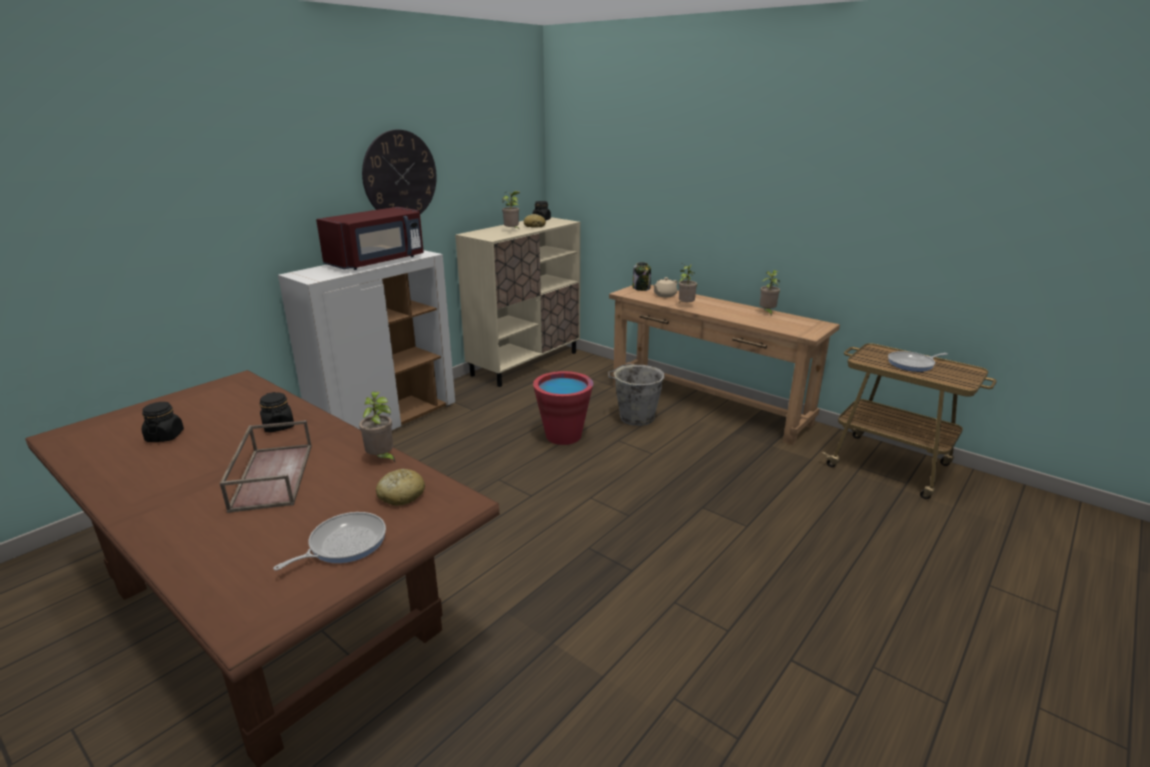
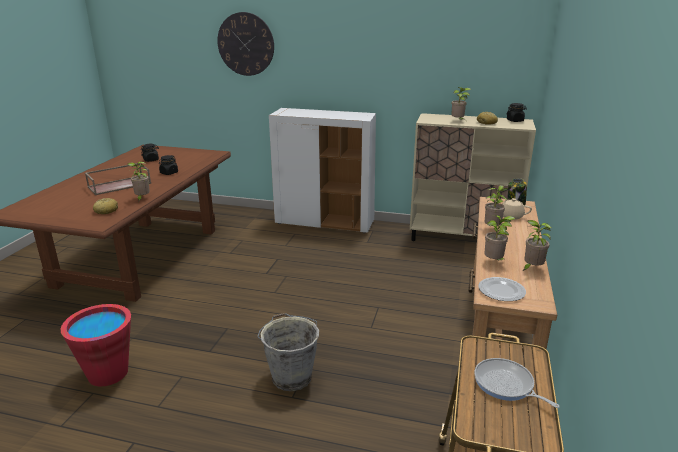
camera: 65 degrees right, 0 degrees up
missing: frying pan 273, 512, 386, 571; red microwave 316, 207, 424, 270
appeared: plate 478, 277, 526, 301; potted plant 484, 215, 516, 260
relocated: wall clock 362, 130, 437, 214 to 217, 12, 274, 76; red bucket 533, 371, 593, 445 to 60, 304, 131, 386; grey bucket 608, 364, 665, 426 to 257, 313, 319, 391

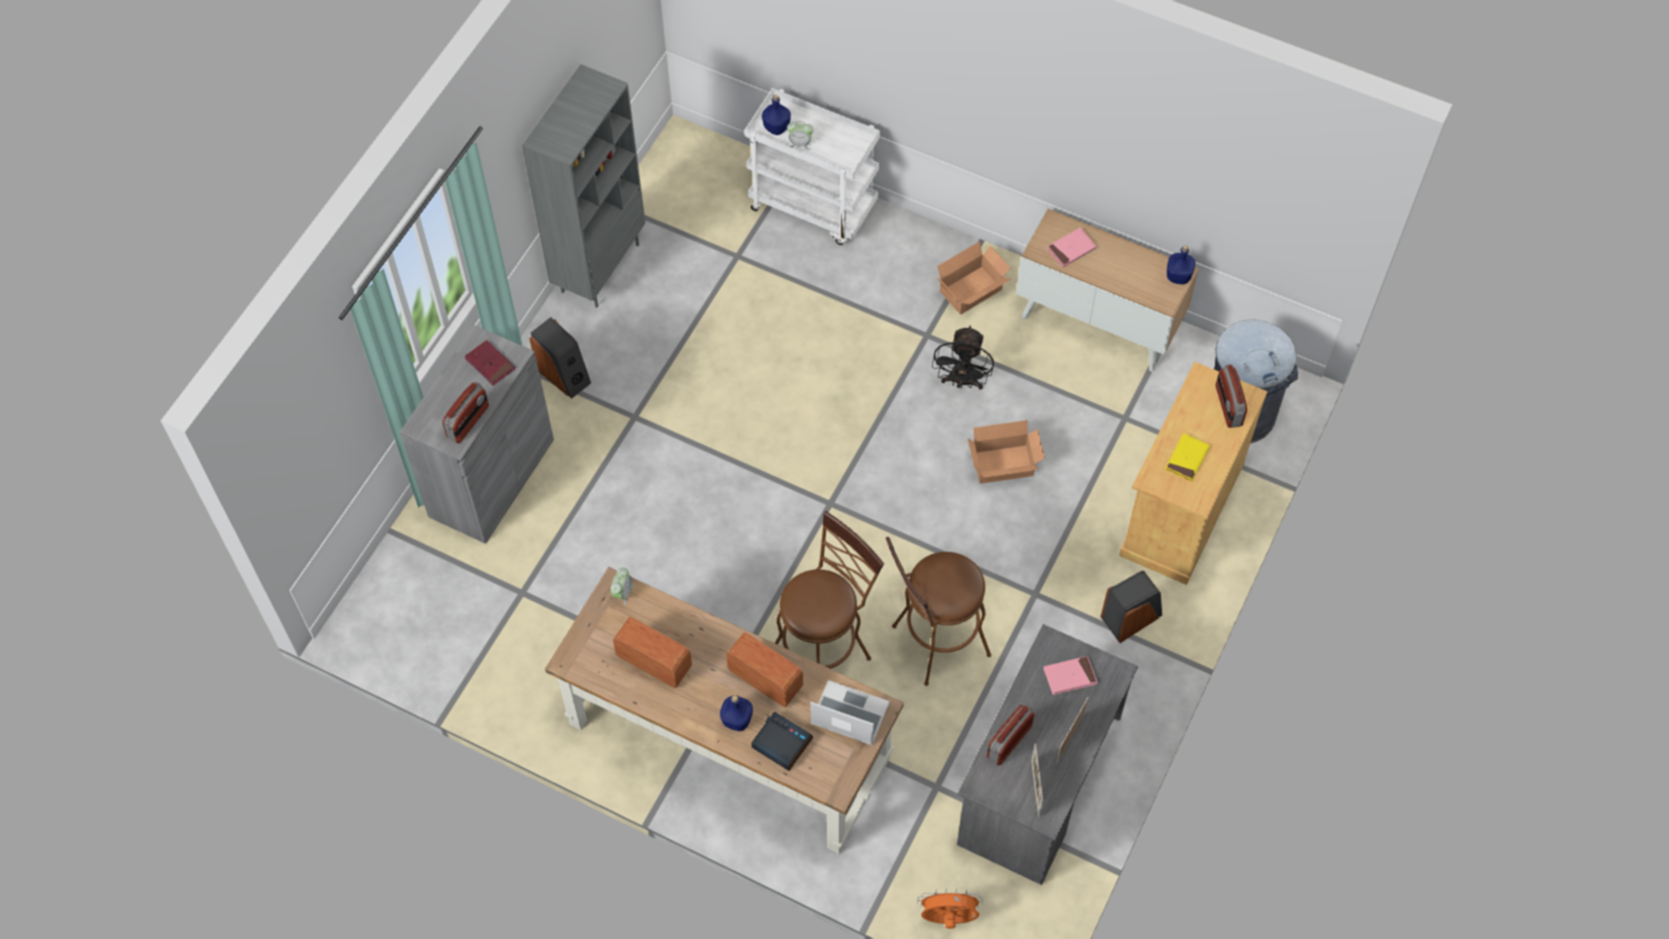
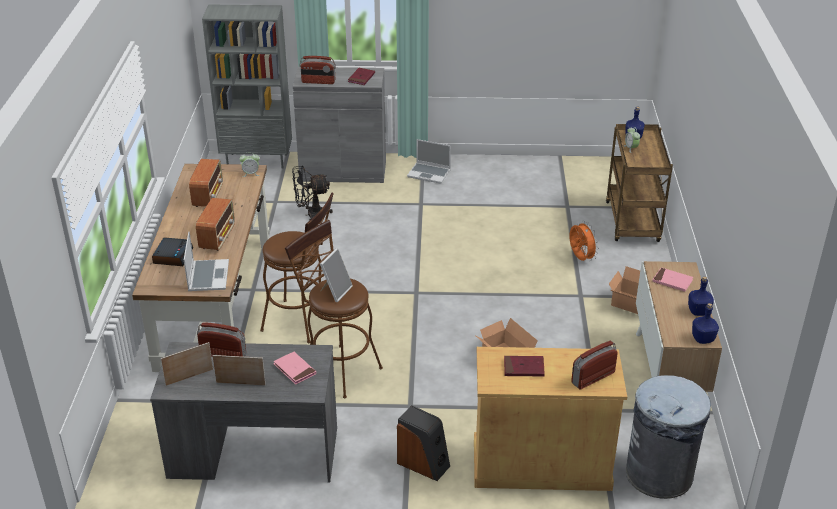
camera: 65 degrees right, 25 degrees down
appeared: picture frame 320, 248, 353, 302
relocated: grey bookcase 522, 64, 645, 308 to 202, 5, 292, 169; blue bottle 720, 695, 753, 731 to 688, 276, 714, 316; orange fan 917, 888, 983, 929 to 569, 221, 599, 261; black fan 932, 325, 994, 390 to 292, 165, 333, 220
exchanged: speaker 530, 317, 591, 399 to laptop 407, 139, 451, 184
colour: white cart 745, 88, 880, 245 to brown cart 606, 124, 673, 242; yellow book 1165, 433, 1210, 482 to red book 504, 356, 545, 376

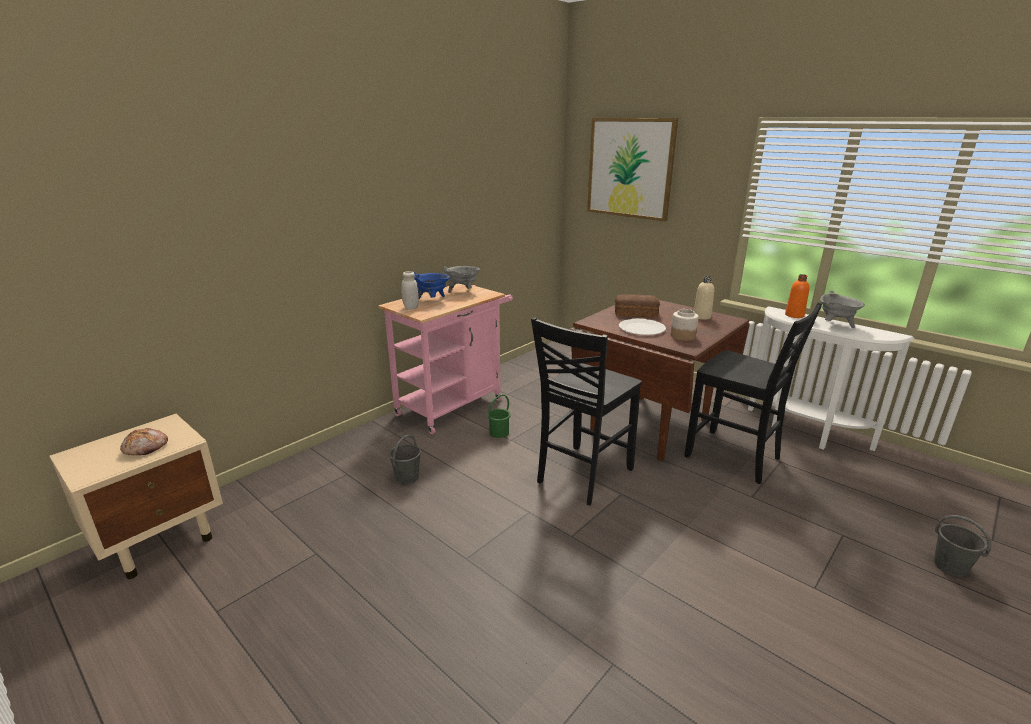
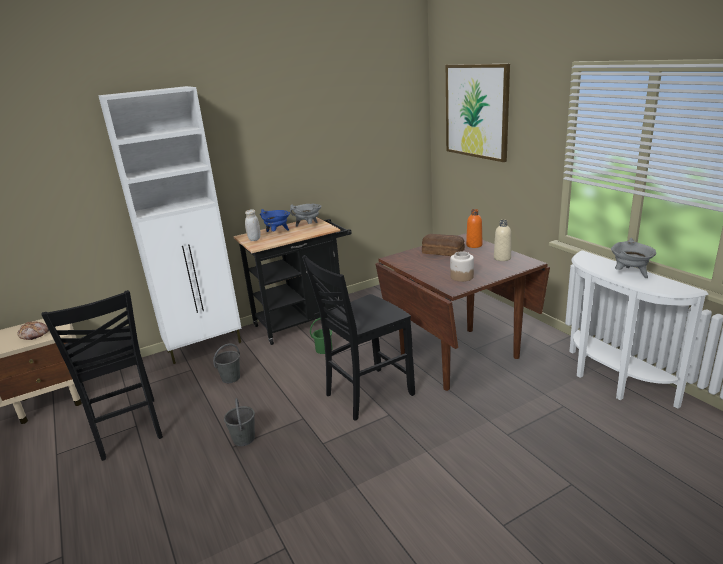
camera: 20 degrees right, 0 degrees up
missing: white plate 619, 319, 666, 335
appeared: white cabinet 98, 86, 242, 364
relocated: black chair 684, 302, 822, 484 to 41, 290, 163, 461; orange bottle 785, 274, 810, 318 to 466, 209, 482, 248; grey bucket 934, 515, 991, 577 to 224, 398, 255, 446
colour: pink cart 378, 284, 513, 434 to black cart 233, 217, 351, 345

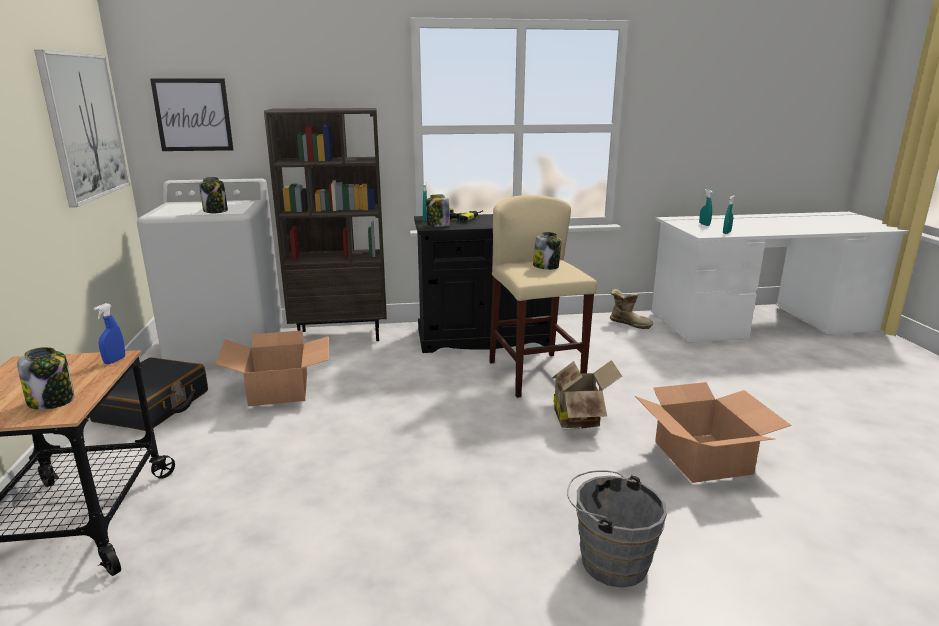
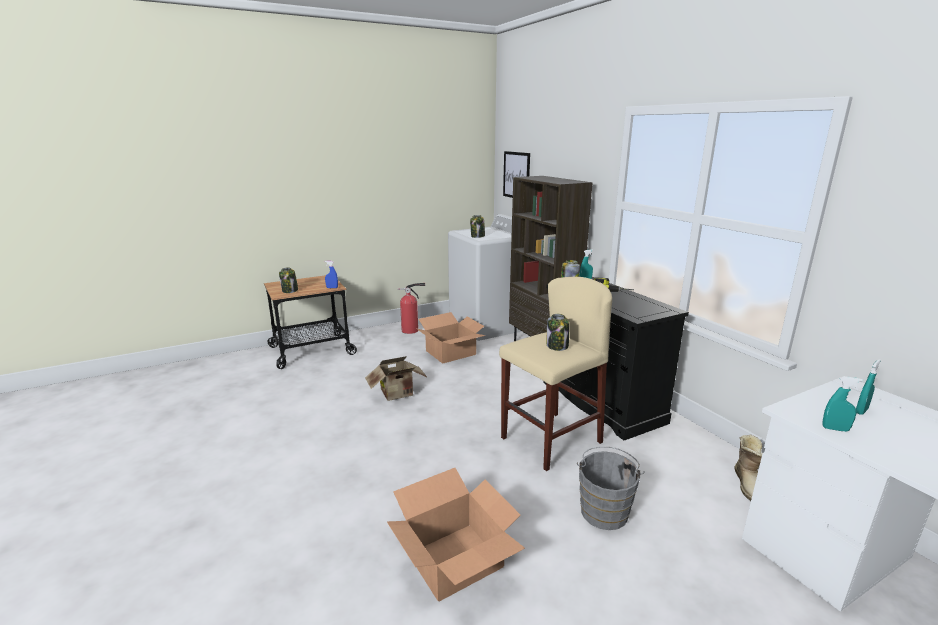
camera: 70 degrees right, 0 degrees up
missing: picture 34, 50, 130, 207
relocated: cardboard box 552, 360, 622, 429 to 365, 356, 428, 401; grey bucket 567, 470, 667, 588 to 577, 447, 644, 530
exchanged: black suitcase 90, 357, 208, 431 to fire extinguisher 398, 283, 425, 334

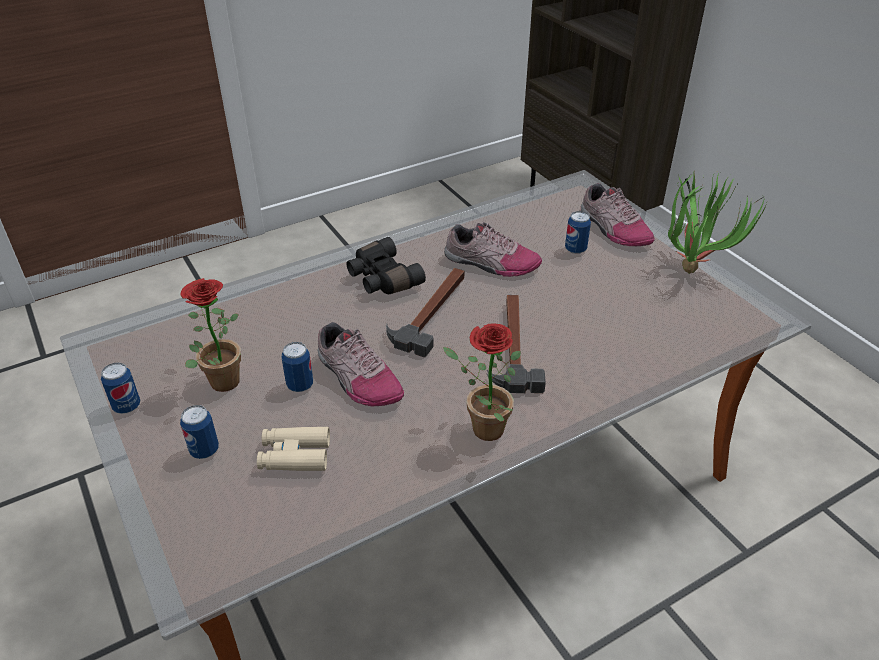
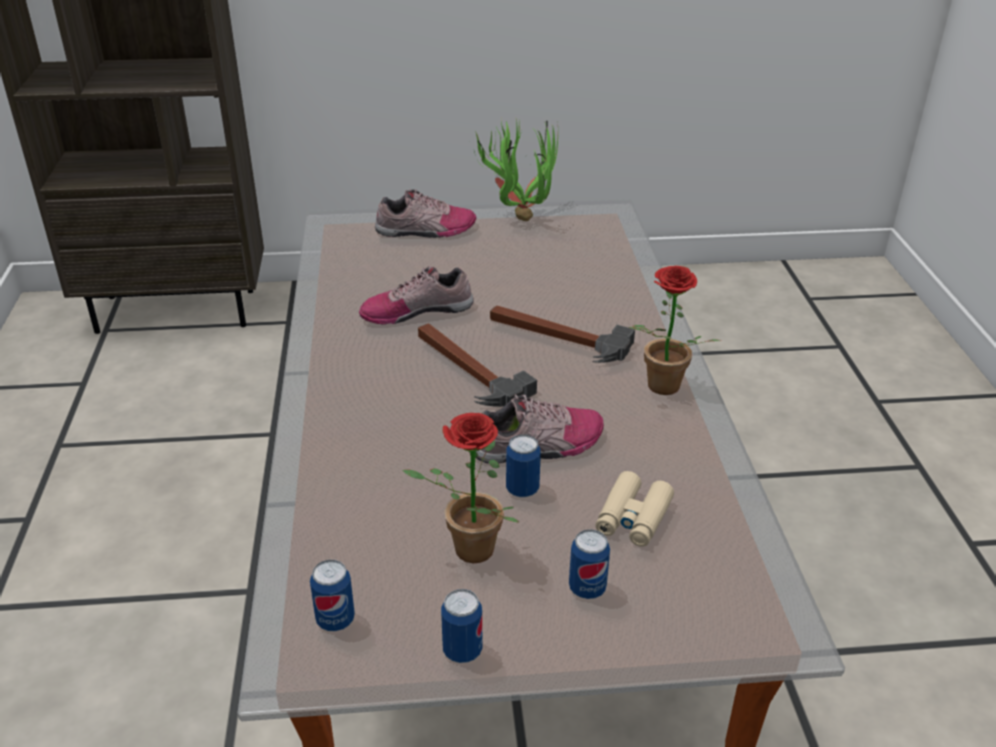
camera: 65 degrees left, 5 degrees down
missing: black binoculars 347, 237, 426, 294
relocated: can 565, 211, 591, 254 to 310, 560, 355, 631
spun: shoe 444, 221, 542, 277 = 359, 266, 474, 324 150 degrees counterclockwise

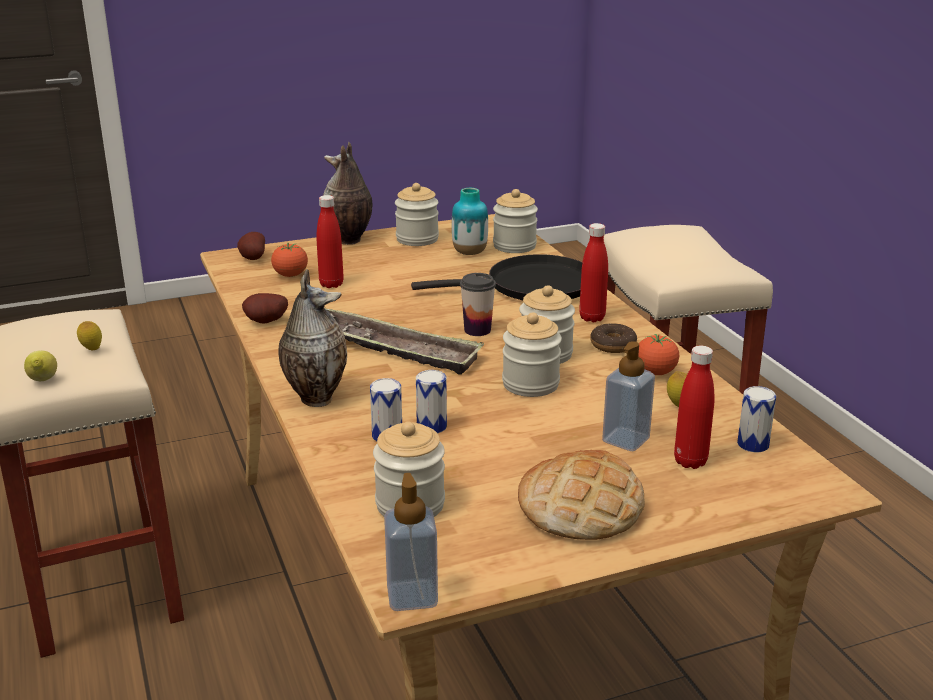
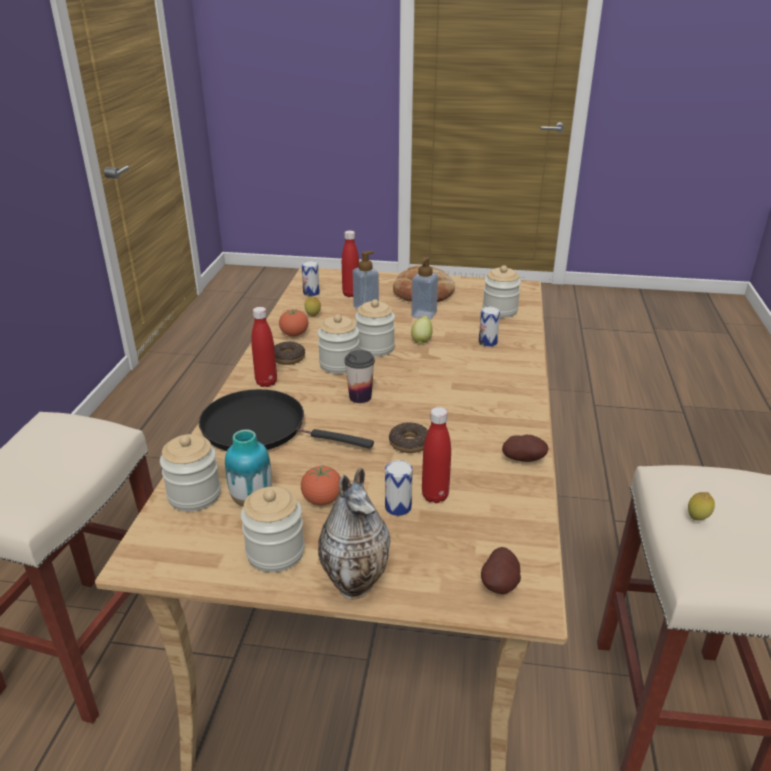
camera: 150 degrees left, 5 degrees up
missing: vase 279, 269, 347, 407; tray 325, 307, 484, 375
appeared: donut 389, 422, 428, 453
relocated: lemon 24, 350, 57, 381 to 411, 316, 433, 345; tomato 271, 243, 308, 277 to 301, 465, 341, 505; soap dispenser 384, 473, 438, 611 to 411, 257, 438, 320; can 416, 370, 447, 433 to 385, 460, 413, 516

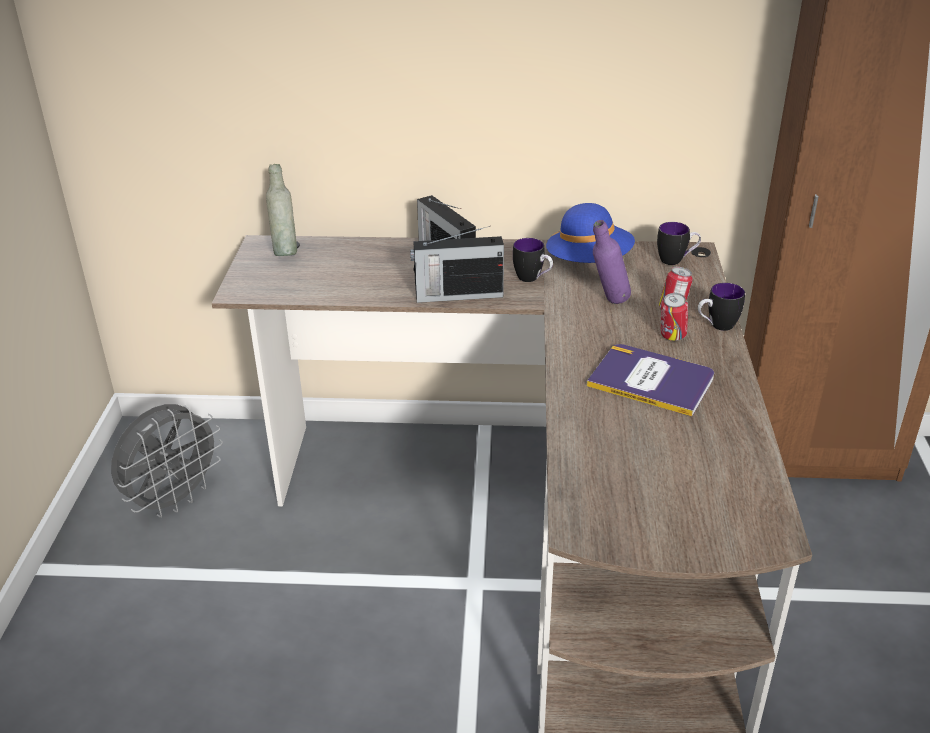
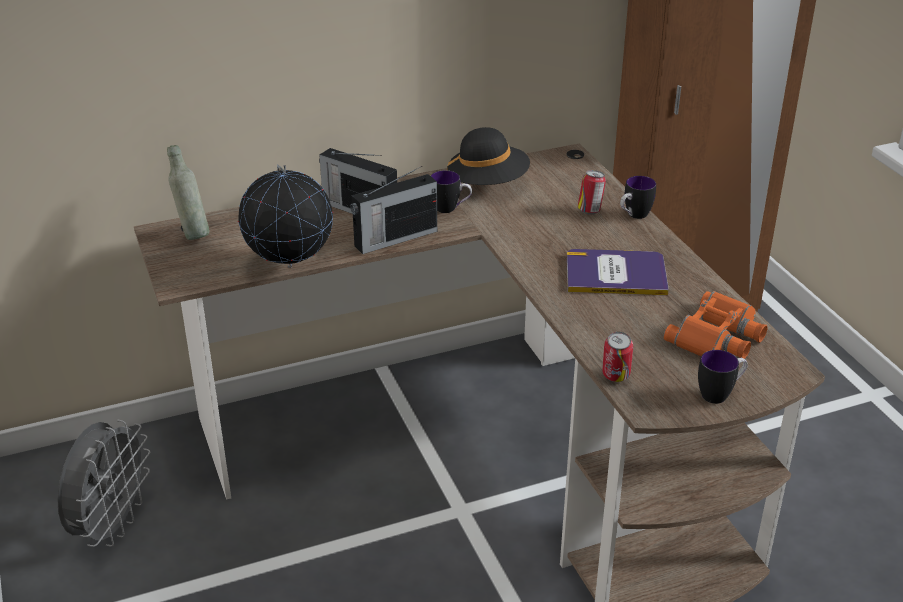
camera: 25 degrees left, 0 degrees up
missing: purple bottle 593, 220, 631, 304
appeared: globe 238, 165, 333, 268; orange binoculars 663, 291, 767, 359
relocated: mug 657, 222, 701, 265 to 698, 350, 748, 404; can 661, 293, 688, 341 to 602, 332, 633, 382
colour: blue hat 546, 203, 635, 263 to black hat 447, 127, 530, 185

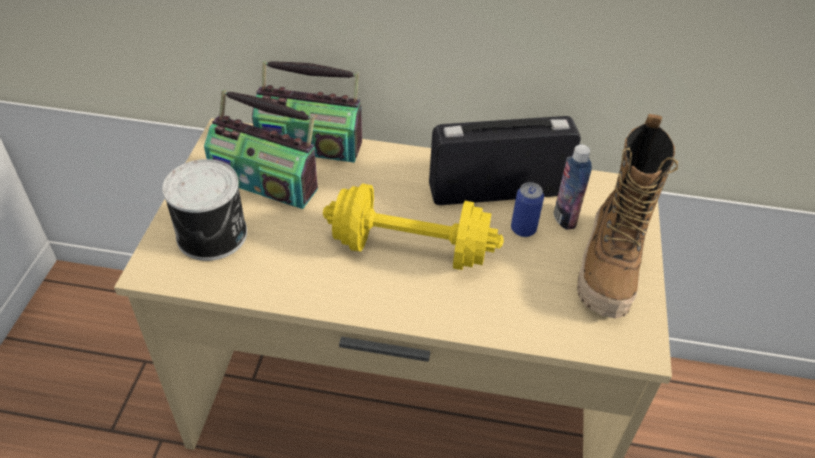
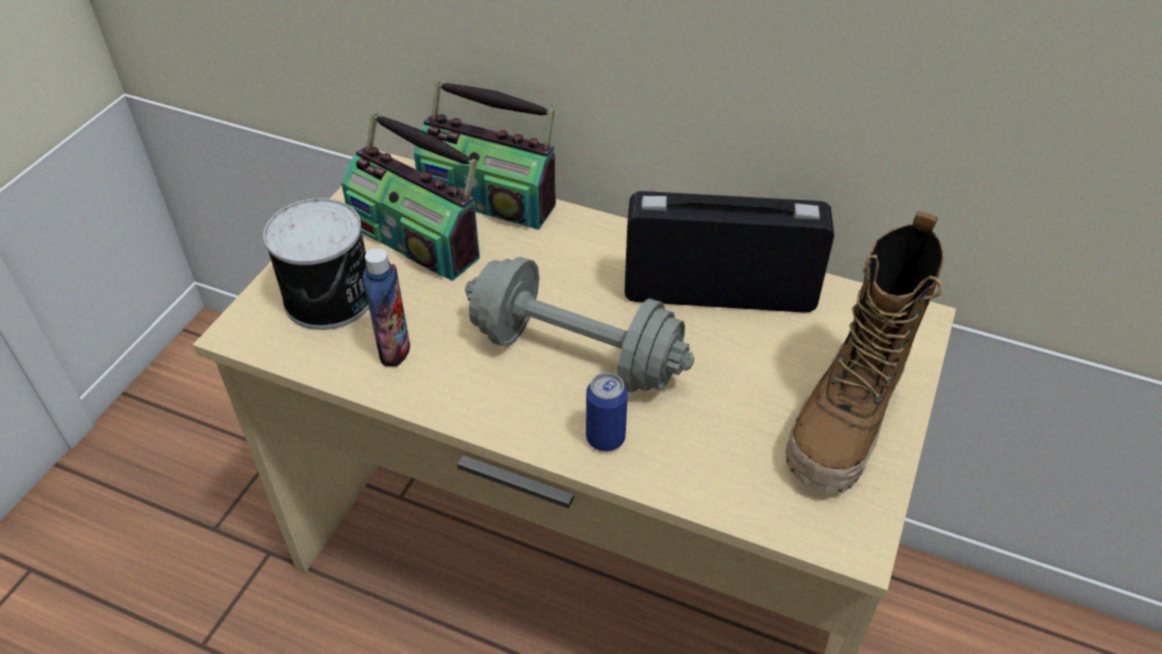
camera: 15 degrees right, 0 degrees up
relocated: can 511, 182, 544, 237 to 586, 373, 628, 452; bottle 554, 145, 592, 230 to 363, 248, 410, 367
colour: yellow dumbbell 323, 183, 504, 270 to grey dumbbell 465, 257, 694, 392

